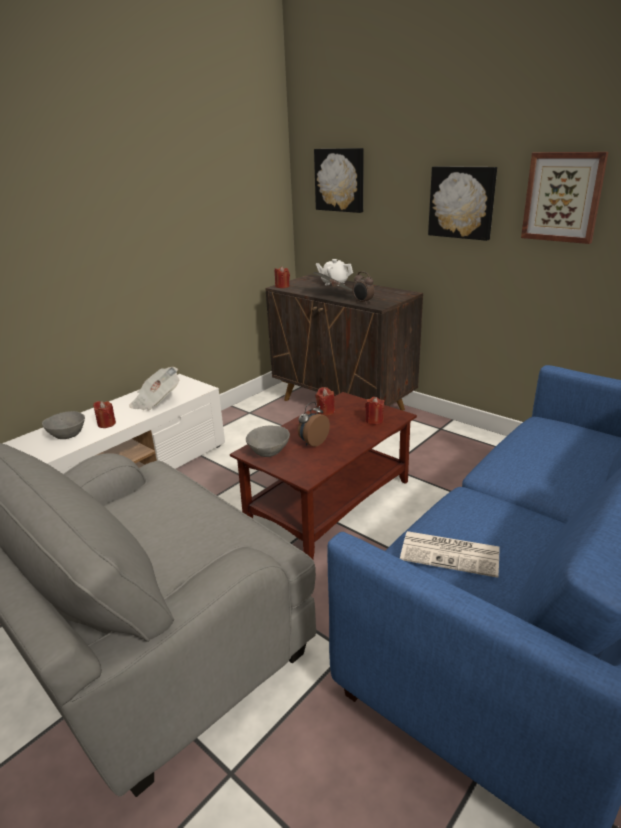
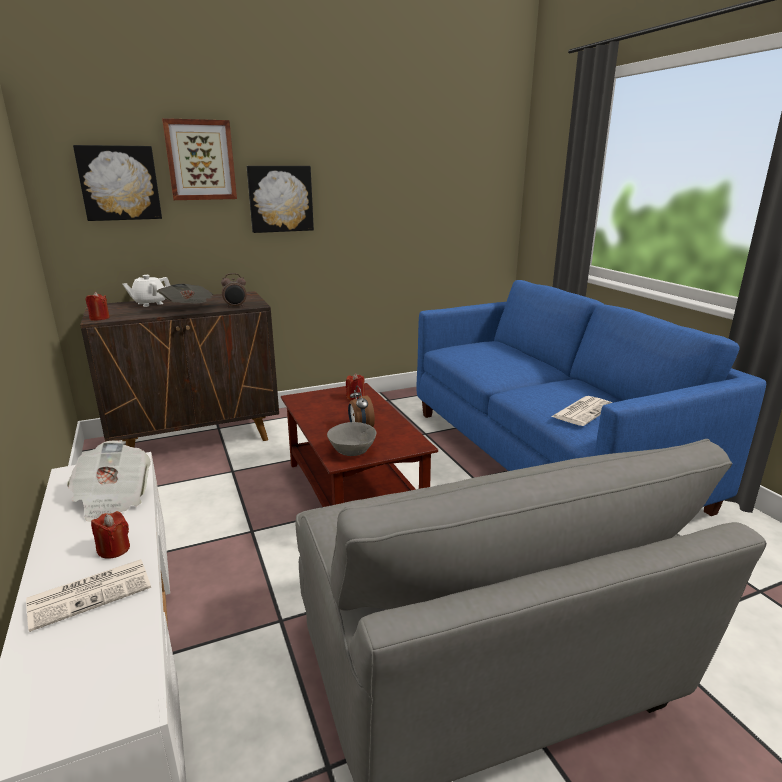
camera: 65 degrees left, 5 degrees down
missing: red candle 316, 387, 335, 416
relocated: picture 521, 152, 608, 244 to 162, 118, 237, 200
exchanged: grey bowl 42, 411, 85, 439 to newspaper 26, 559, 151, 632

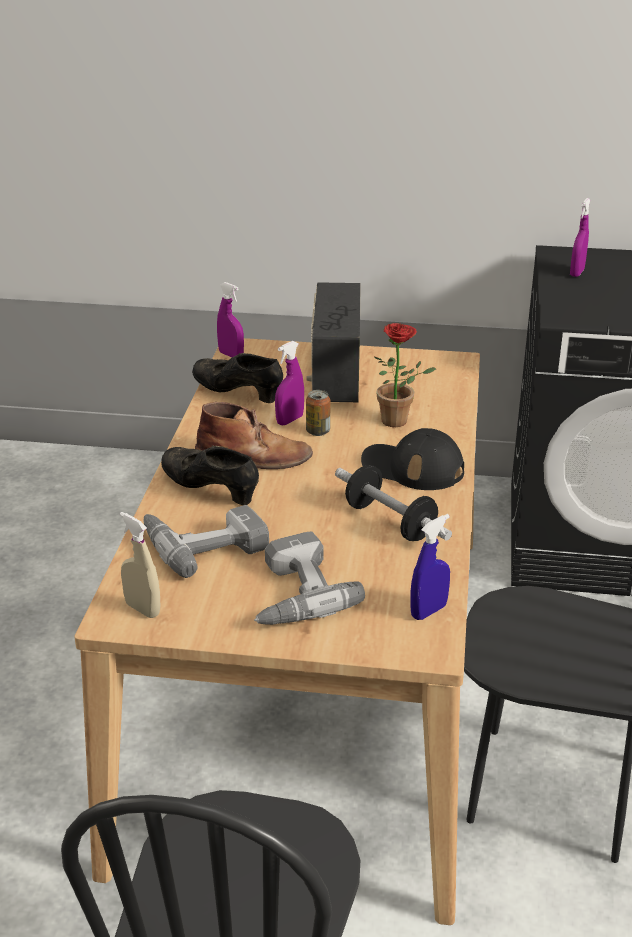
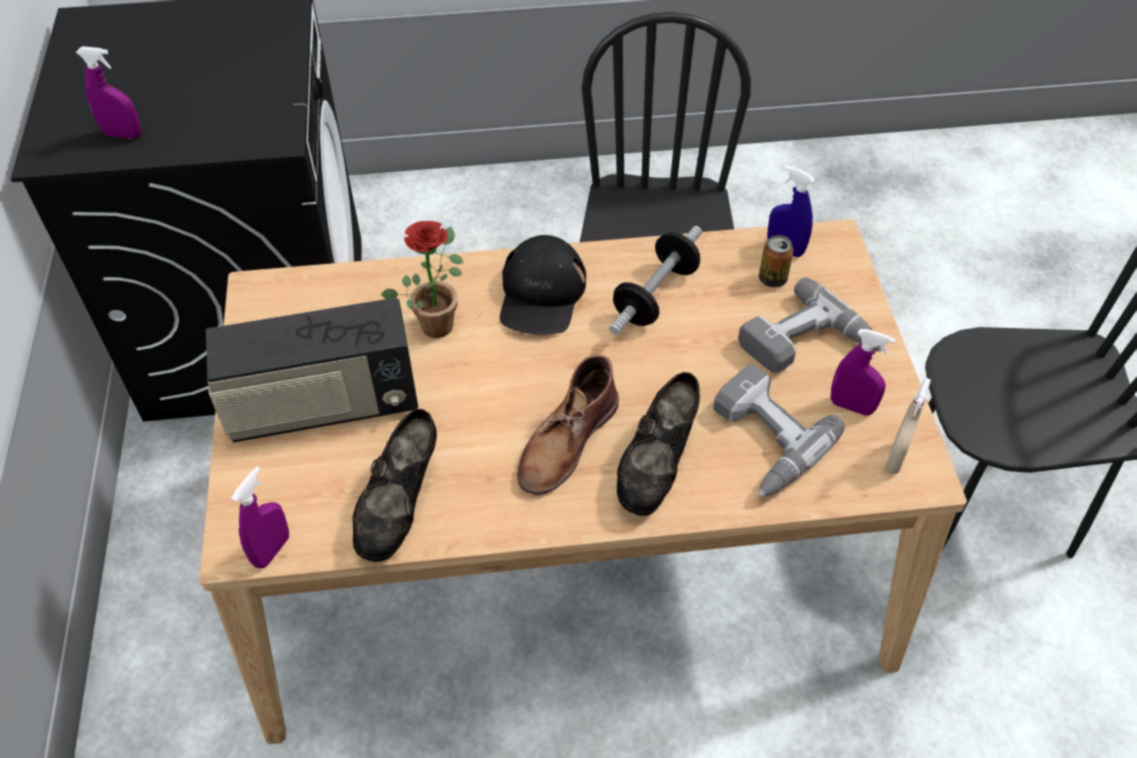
camera: 105 degrees left, 20 degrees up
relocated: purple spray bottle 275, 341, 304, 425 to 831, 329, 896, 416; can 306, 390, 330, 436 to 759, 235, 794, 287
spun: brown boot 195, 402, 313, 469 = 517, 355, 619, 495 135 degrees counterclockwise

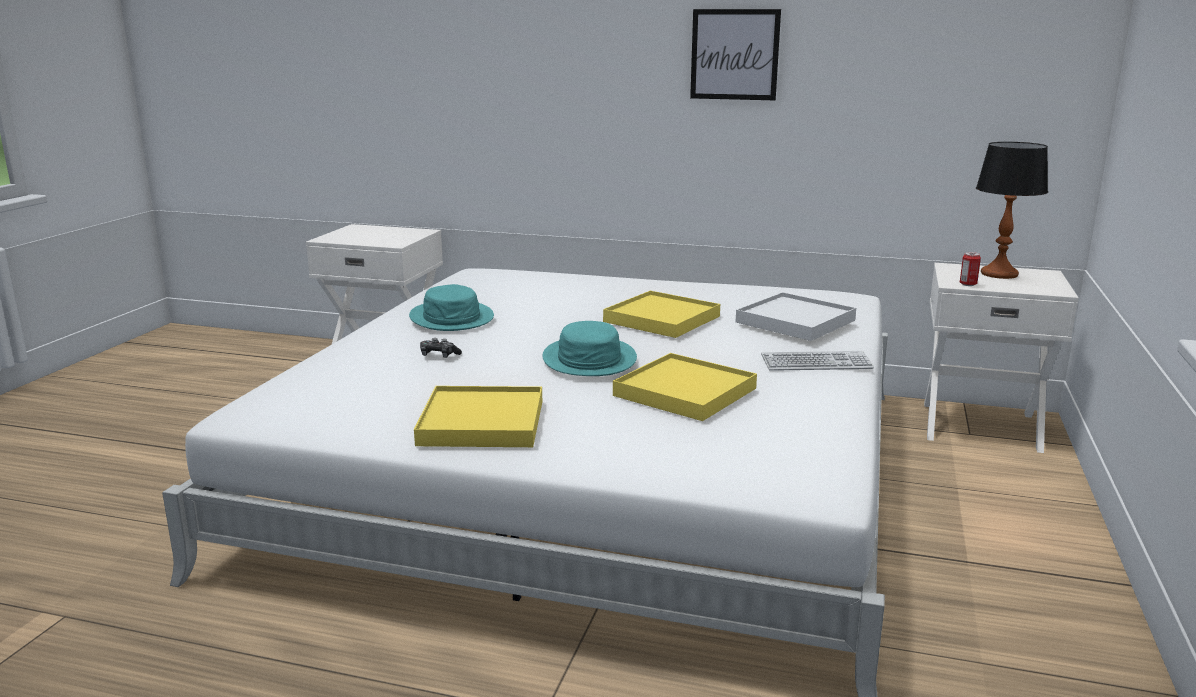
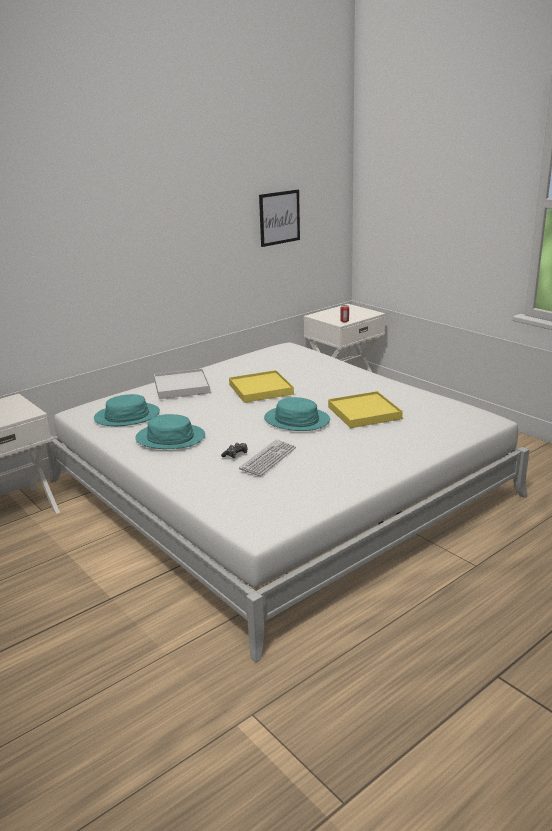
camera: 55 degrees left, 5 degrees up
missing: yellow tray 414, 386, 542, 447; table lamp 976, 142, 1048, 279
appeared: turquoise hat 94, 394, 160, 426
relocated: picture 690, 9, 781, 100 to 259, 190, 300, 247; white tray 736, 292, 856, 341 to 154, 369, 210, 399; keyboard 761, 351, 874, 371 to 239, 439, 296, 476

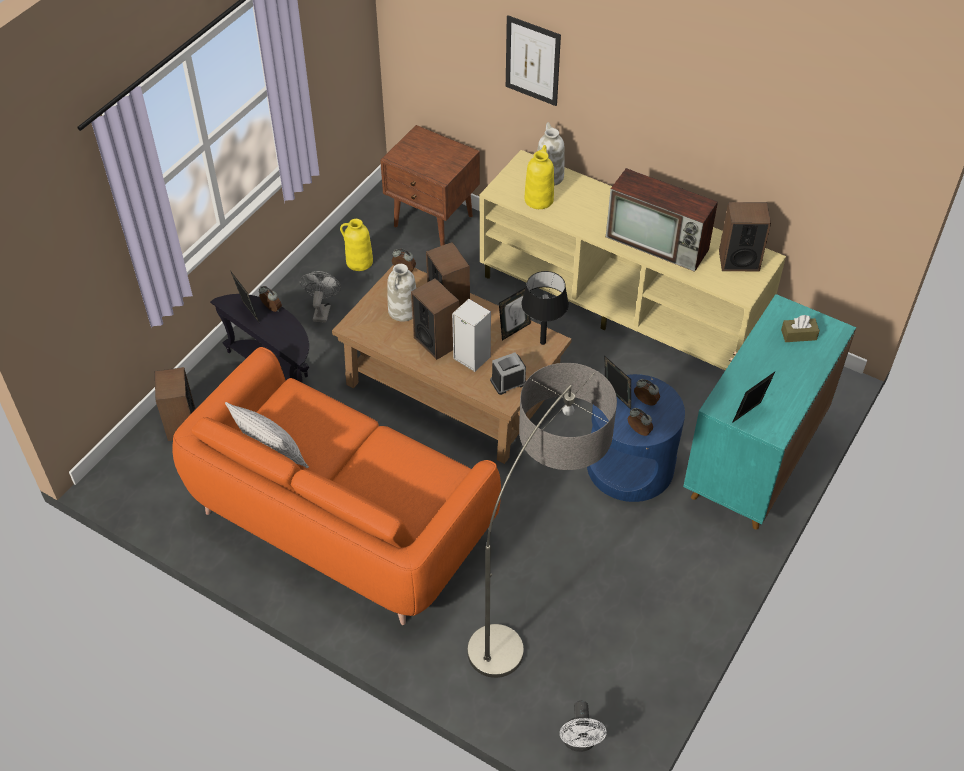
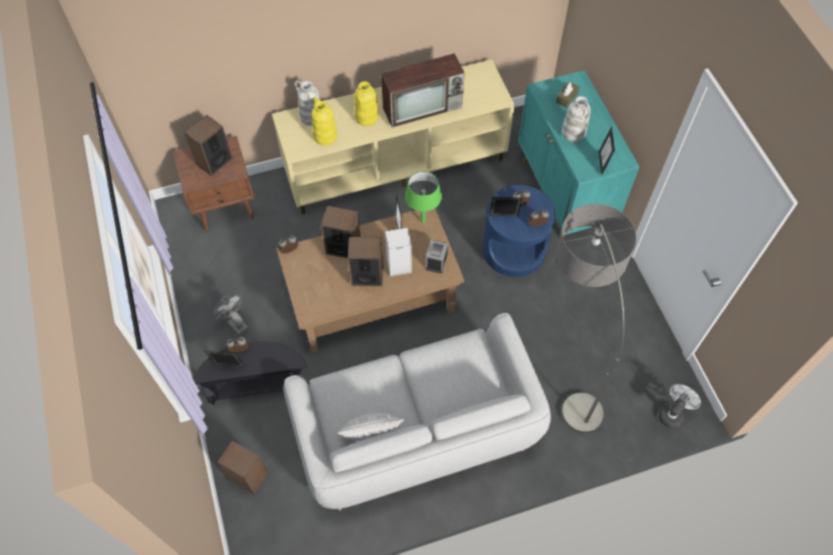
camera: 50 degrees left, 10 degrees up
missing: picture 506, 15, 561, 106
relocated: yellow vase 340, 219, 373, 271 to 354, 81, 379, 126; white vase 387, 264, 416, 322 to 562, 96, 591, 142; speaker 719, 202, 771, 271 to 184, 115, 233, 176
colour: orange sofa 172, 347, 501, 625 to grey sofa 283, 313, 551, 511; black table lamp 521, 271, 569, 345 to green table lamp 405, 171, 442, 223
spun: white fan 560, 701, 607, 752 = 659, 384, 701, 428 90 degrees counterclockwise

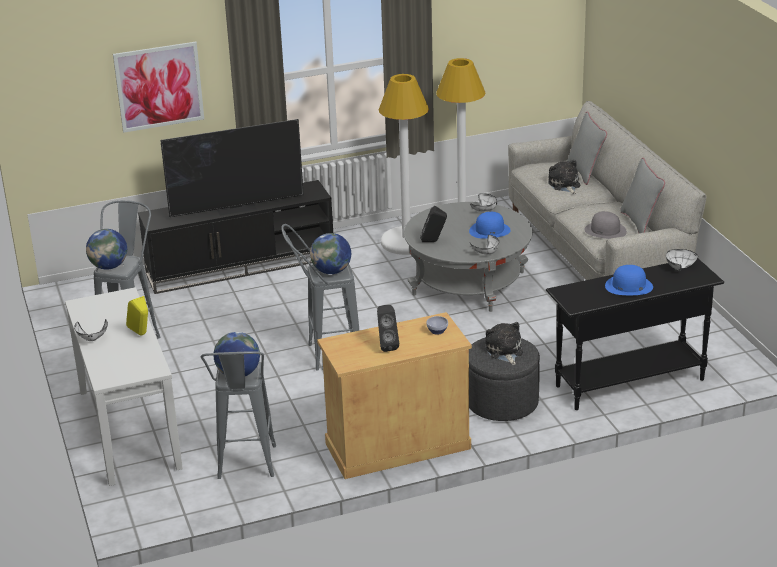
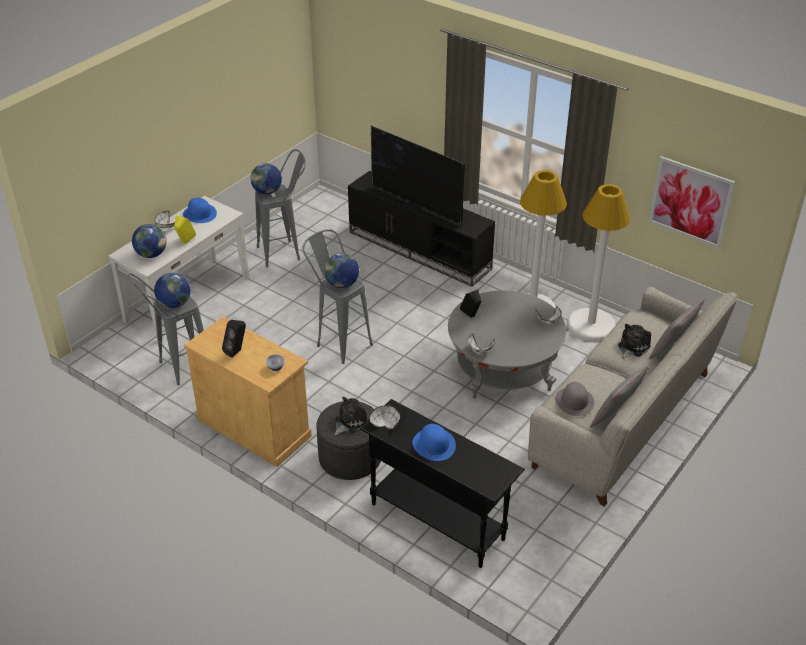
camera: 55 degrees right, 10 degrees up
appeared: globe 132, 224, 167, 258
relocated: picture 113, 42, 204, 133 to 649, 156, 735, 248; blue hat 469, 212, 511, 239 to 183, 198, 217, 223; white bowl 666, 249, 698, 271 to 370, 405, 400, 429

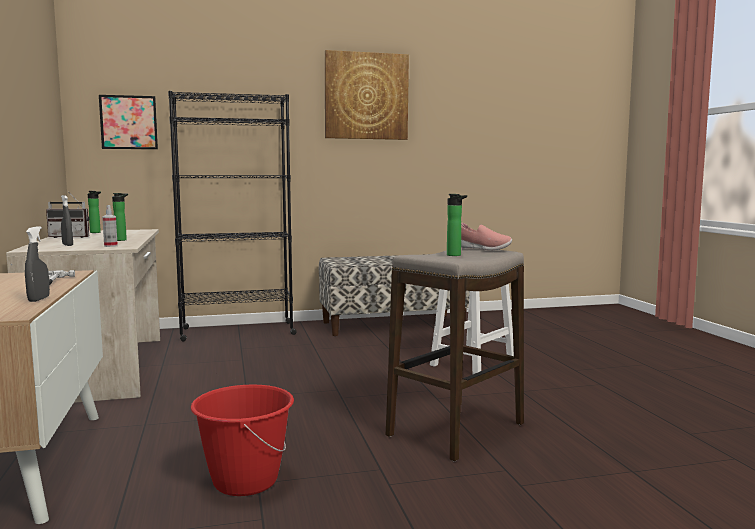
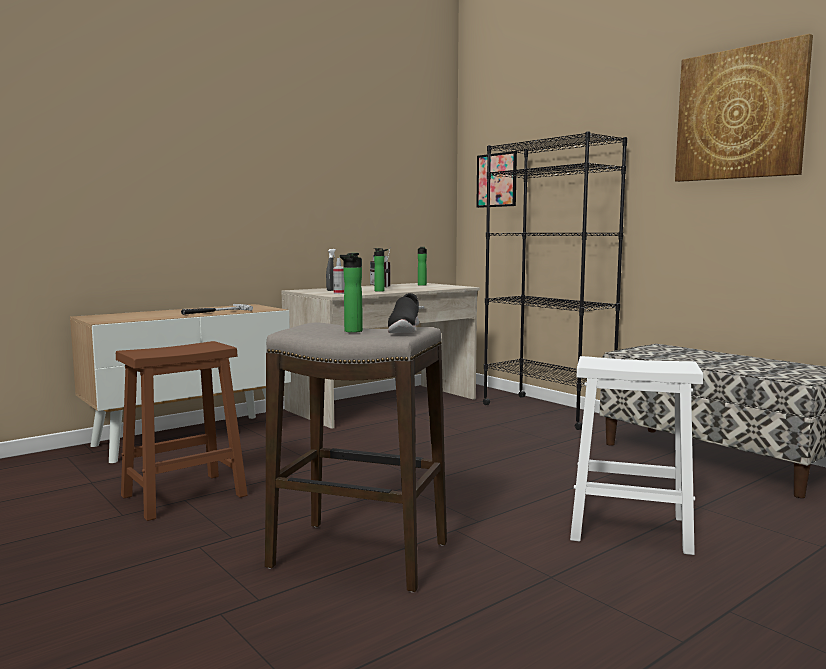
camera: 65 degrees right, 0 degrees up
missing: grey spray bottle 25, 226, 50, 302
exchanged: red bucket 191, 385, 294, 496 to brown stool 116, 341, 248, 521
colour: pink shoe 461, 223, 512, 251 to black shoe 388, 293, 419, 333

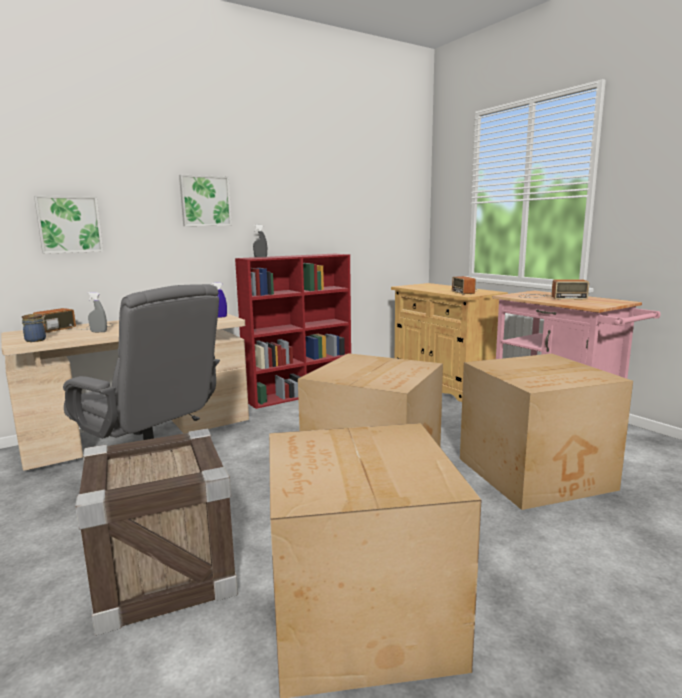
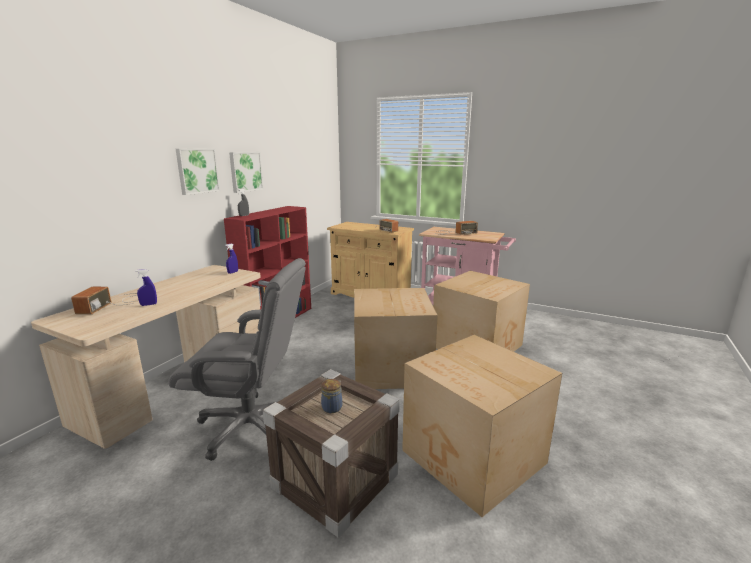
camera: 30 degrees left, 5 degrees up
relocated: jar 22, 314, 48, 342 to 321, 379, 342, 413; picture 34, 195, 103, 254 to 229, 152, 264, 193
colour: grey spray bottle 87, 292, 107, 332 to blue spray bottle 135, 269, 157, 306

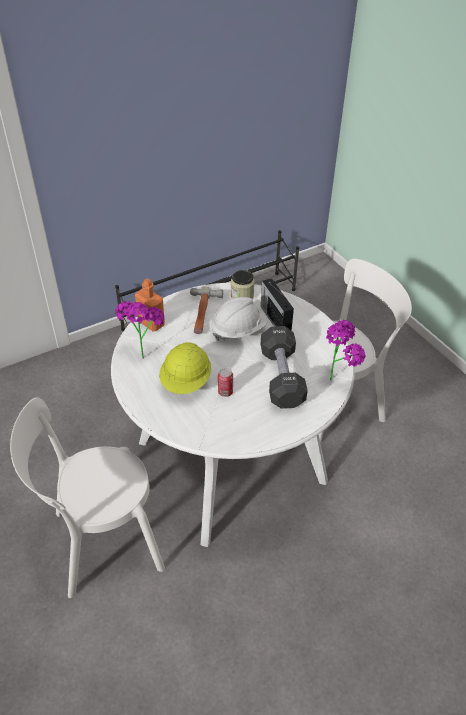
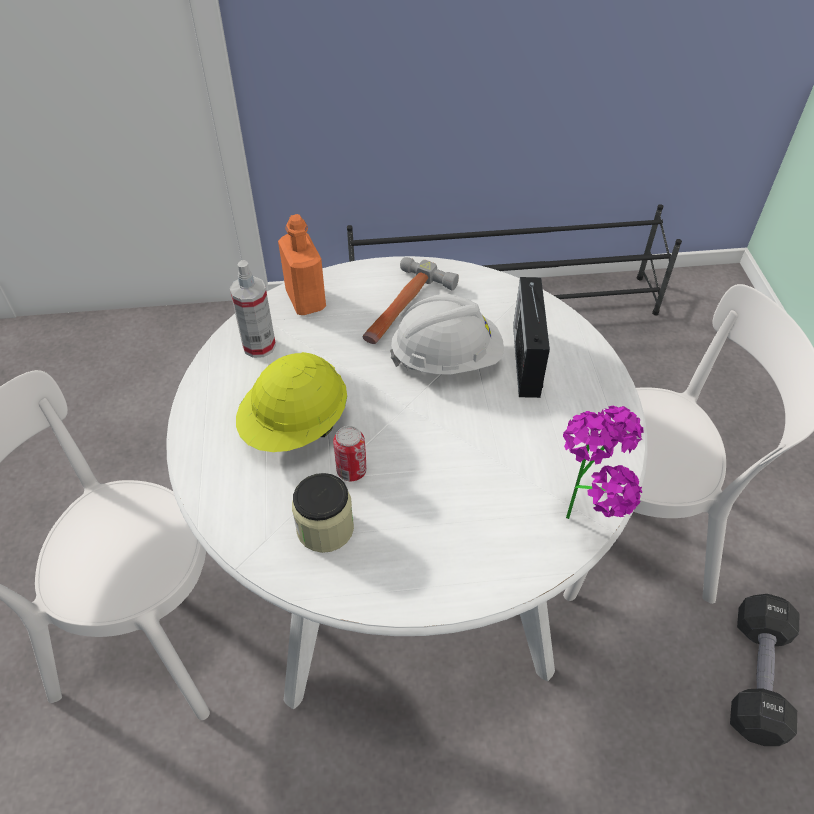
camera: 25 degrees right, 5 degrees up
relocated: jar 231, 270, 255, 299 to 292, 473, 354, 553; black dumbbell 261, 326, 308, 409 to 730, 594, 799, 746
exchanged: potted plant 115, 301, 164, 358 to spray bottle 230, 260, 276, 358

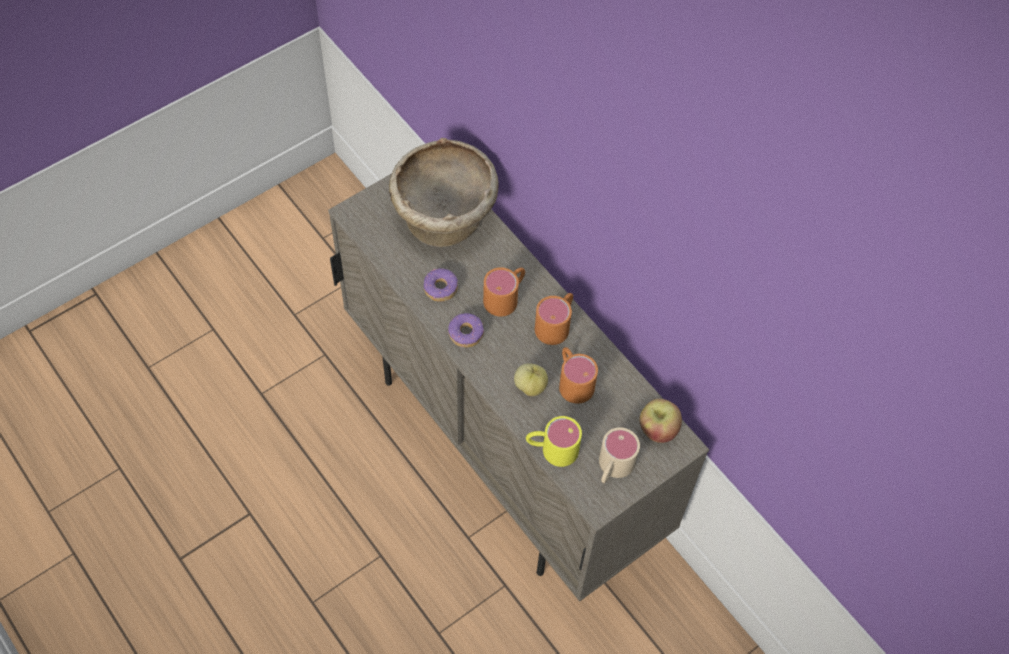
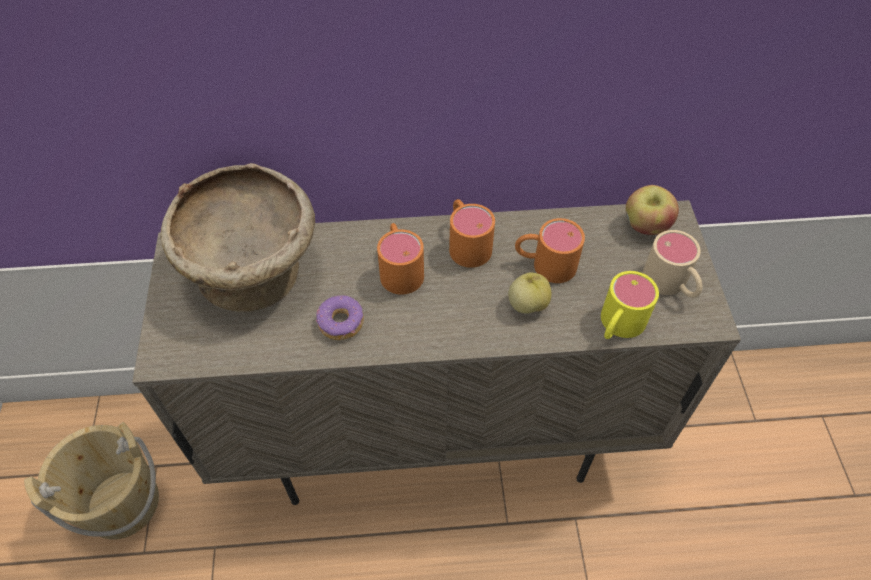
camera: 55 degrees left, 5 degrees down
missing: donut 448, 313, 484, 347
appeared: beige bucket 24, 422, 159, 540

